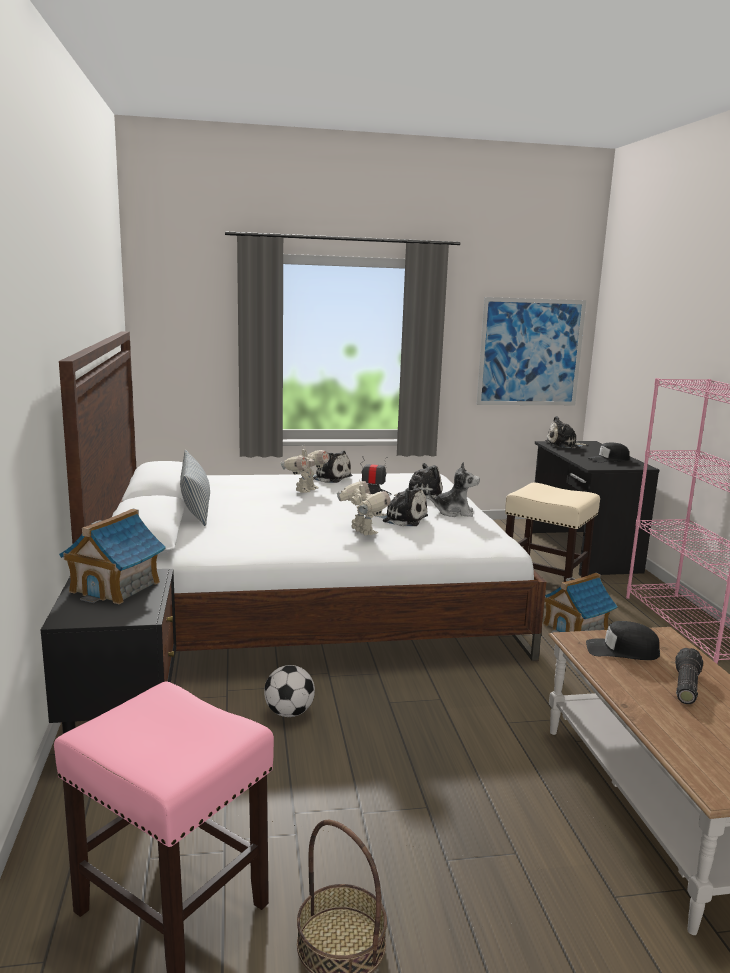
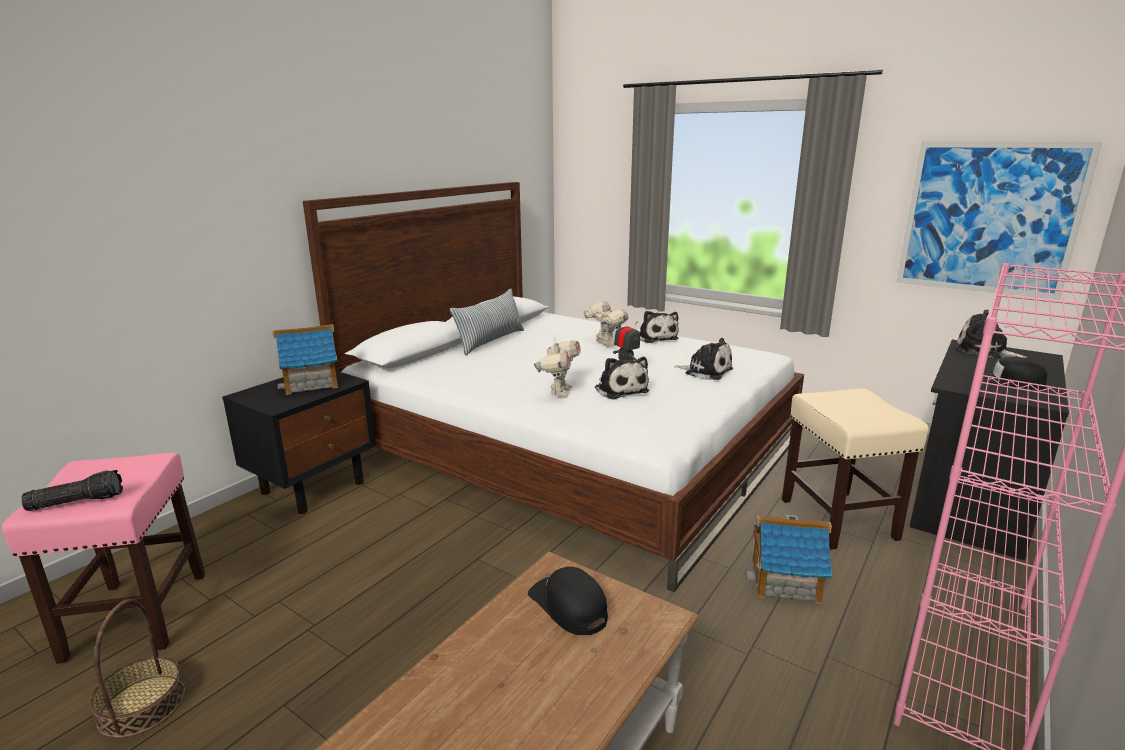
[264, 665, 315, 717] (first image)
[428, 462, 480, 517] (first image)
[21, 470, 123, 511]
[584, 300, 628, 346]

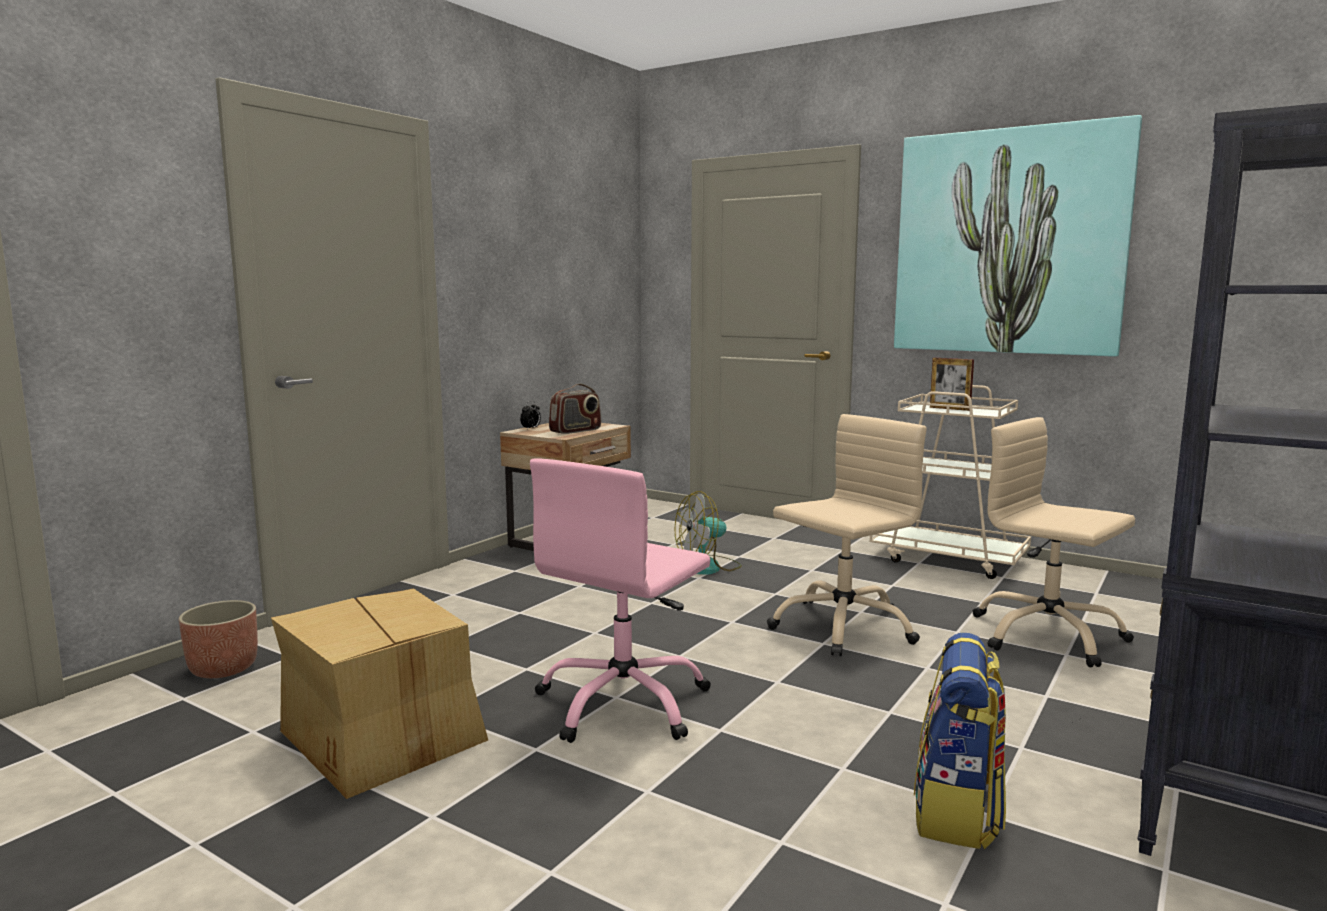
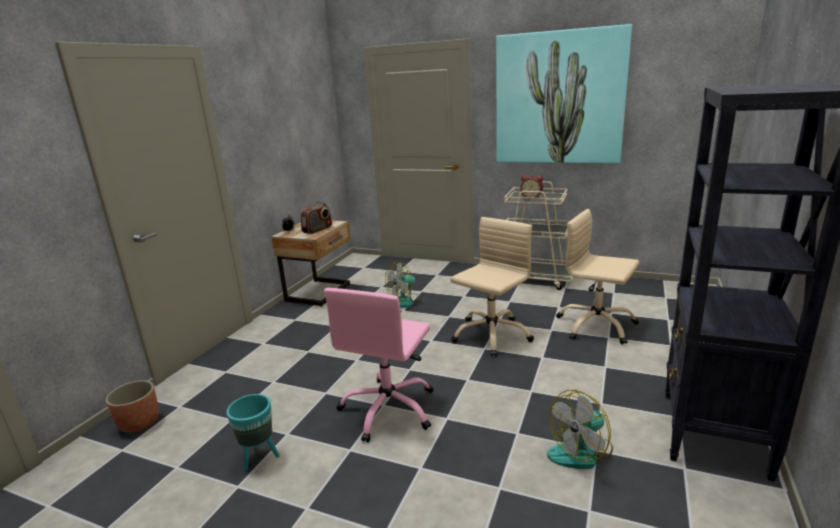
[226, 394, 280, 471]
[547, 390, 613, 469]
[521, 175, 543, 198]

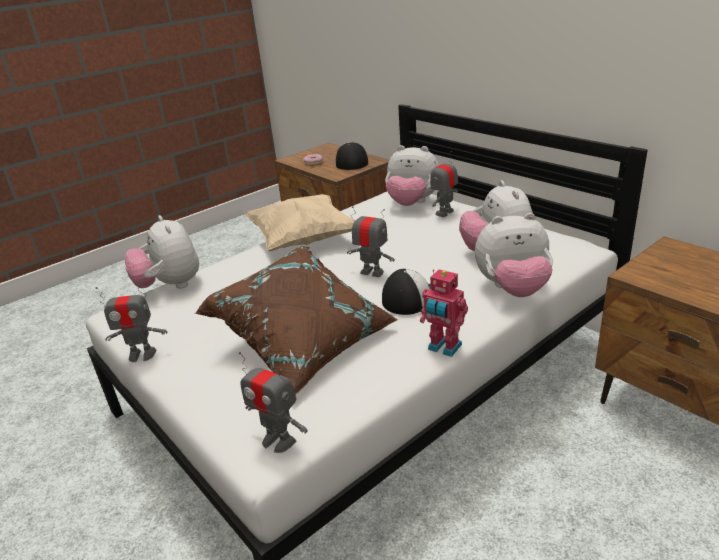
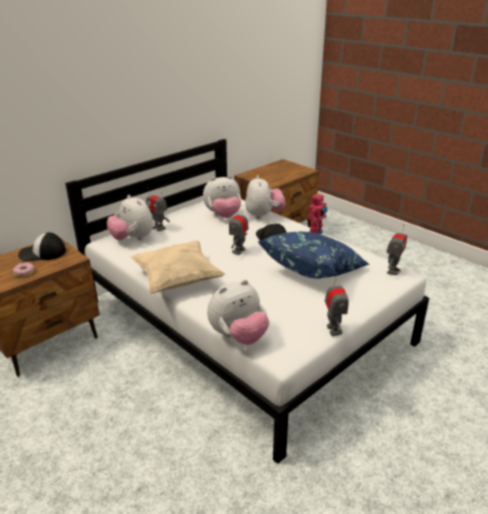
[259, 232, 370, 279]
[107, 195, 154, 240]

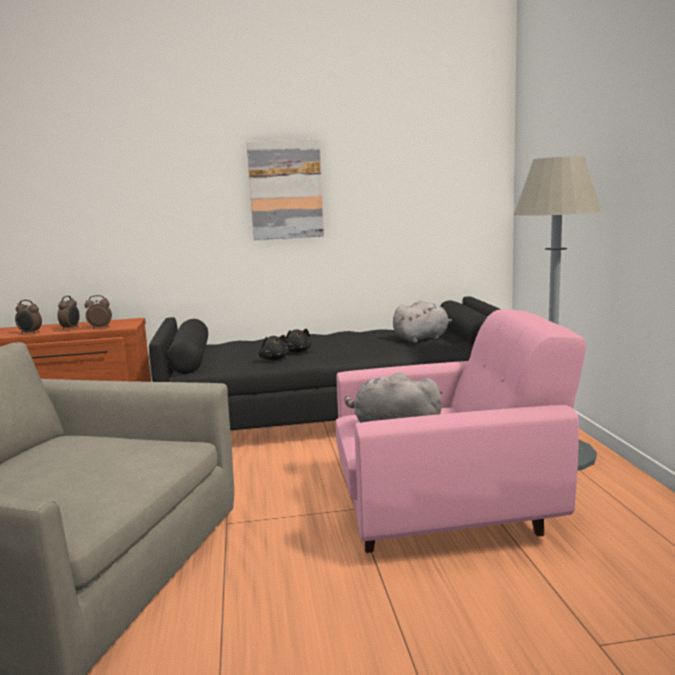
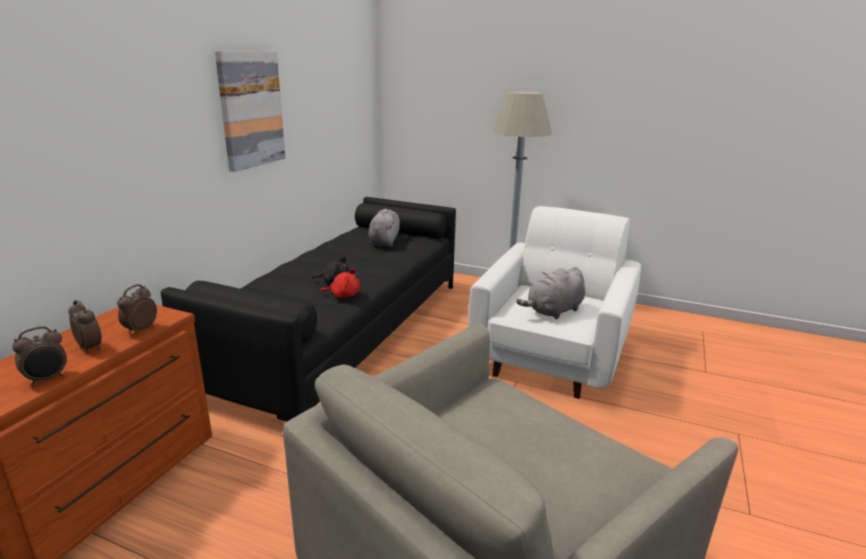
[319, 269, 361, 298]
[468, 206, 641, 399]

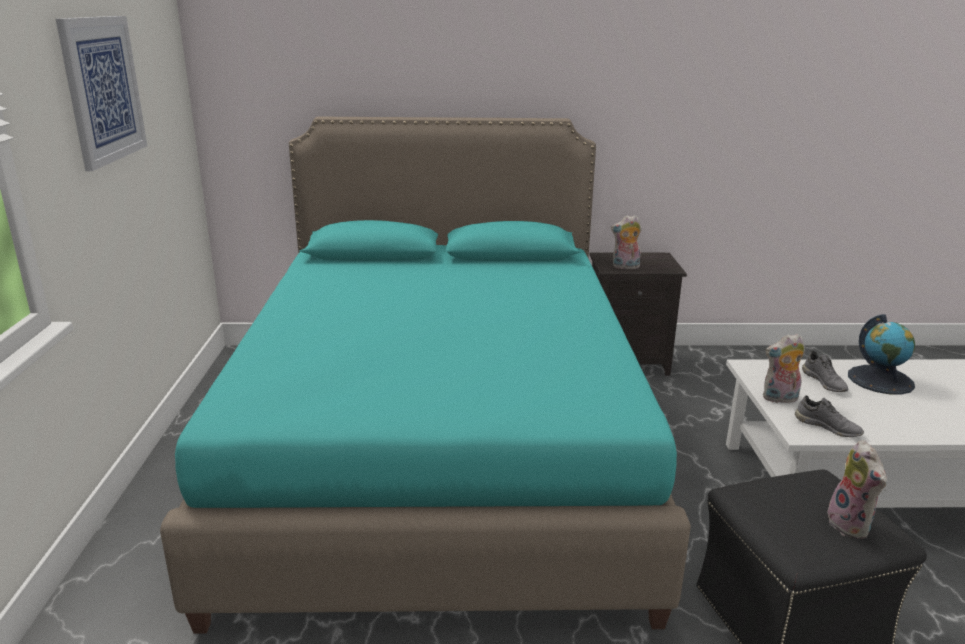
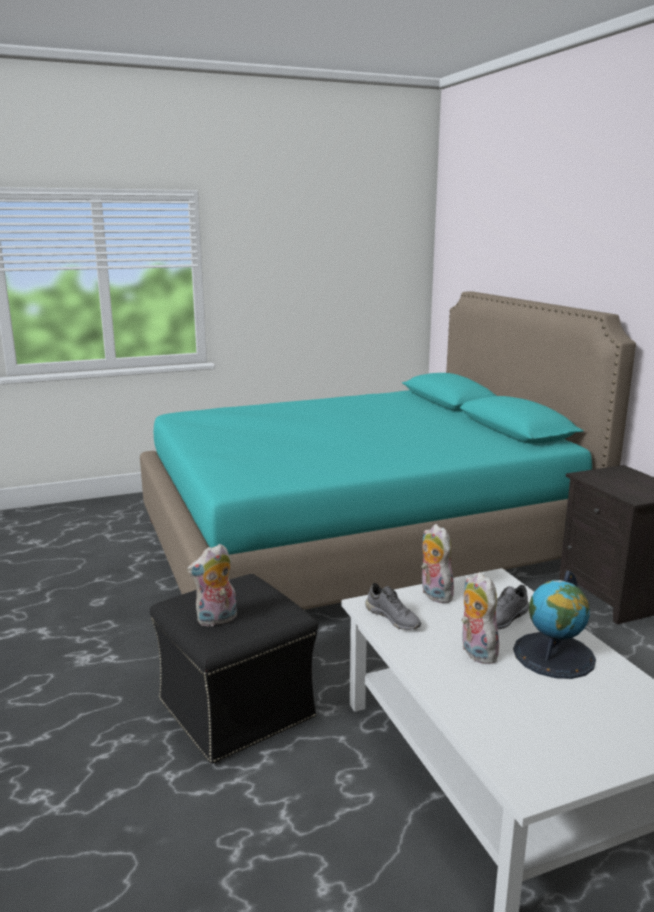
[56, 16, 147, 171] (first image)
[461, 572, 502, 664]
[365, 583, 421, 630]

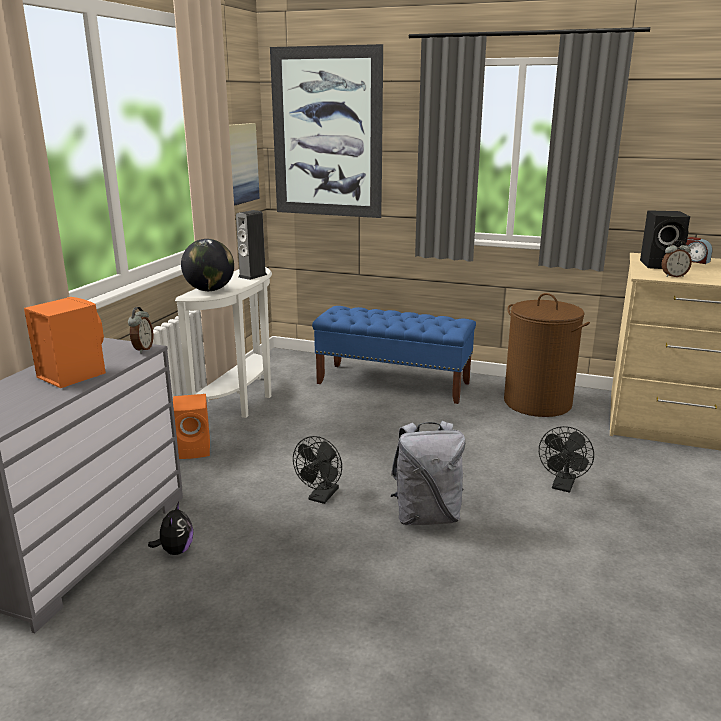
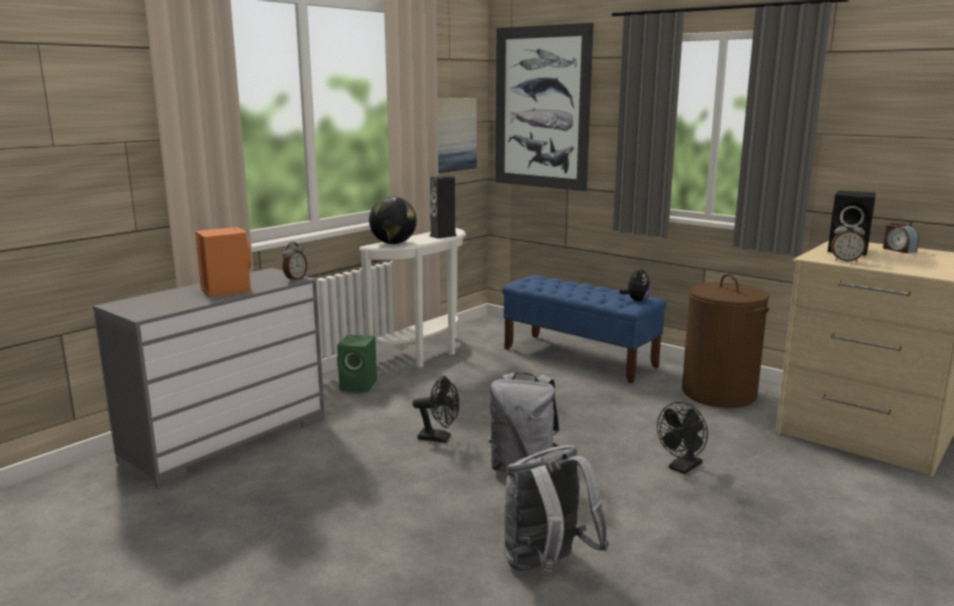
[504, 445, 609, 572]
[619, 266, 651, 301]
[337, 335, 377, 392]
[412, 376, 459, 443]

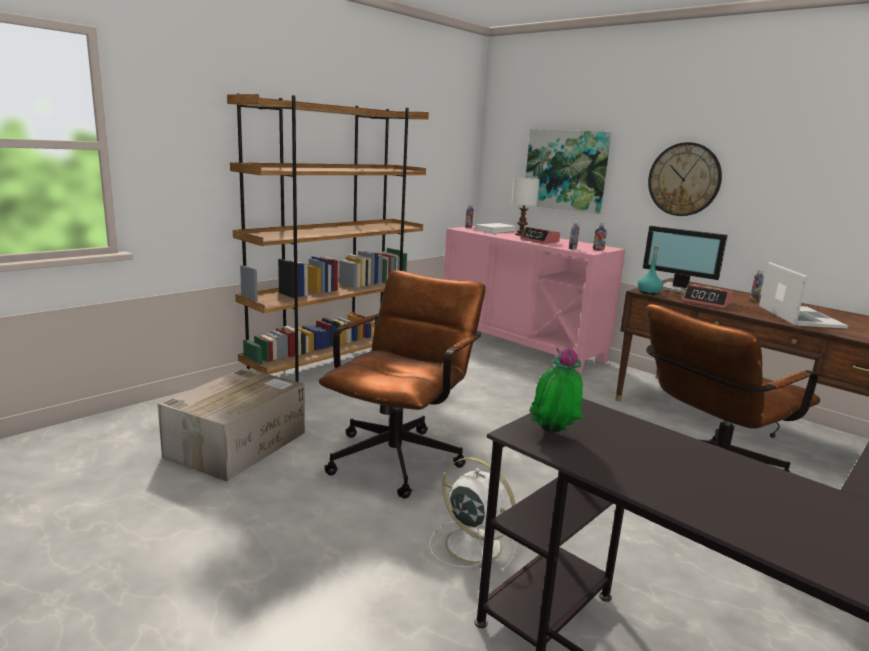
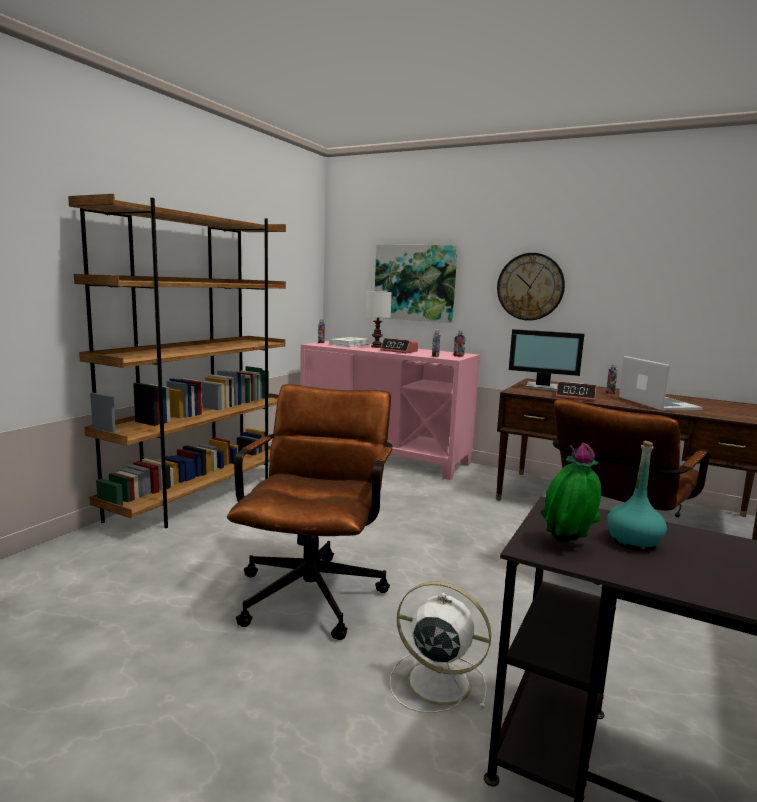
[158, 368, 305, 482] (first image)
[607, 440, 667, 551]

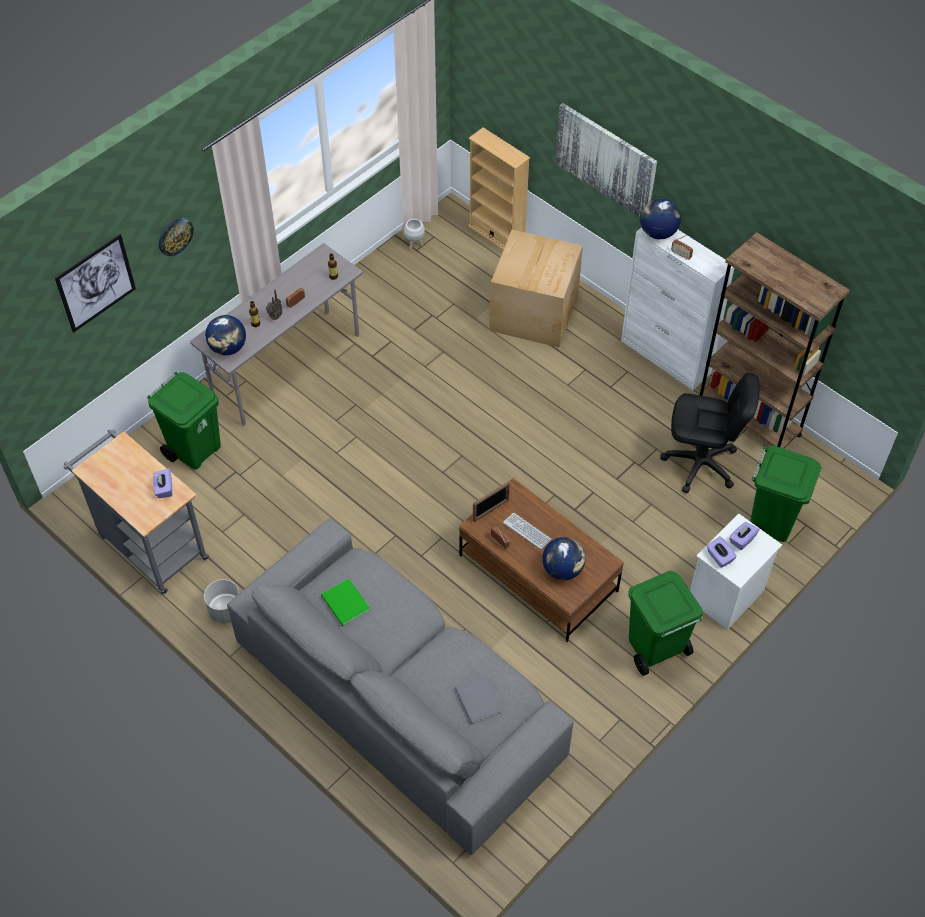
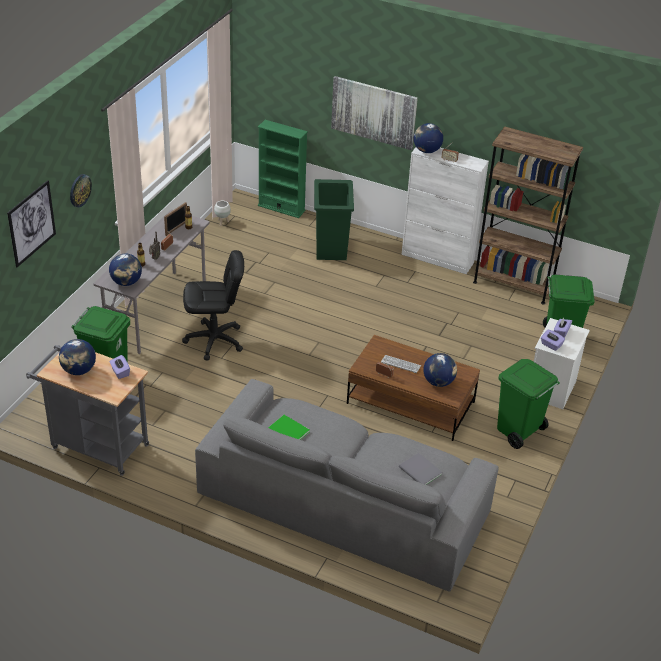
[204, 579, 239, 624] (first image)
[59, 339, 96, 375]
[164, 202, 187, 236]
[182, 250, 244, 361]
[314, 179, 354, 260]
[258, 120, 308, 218]

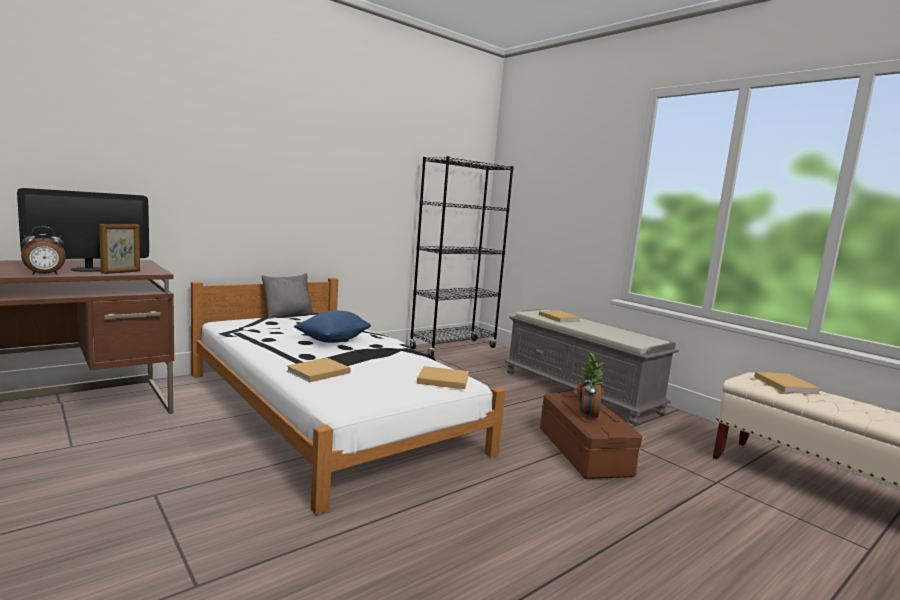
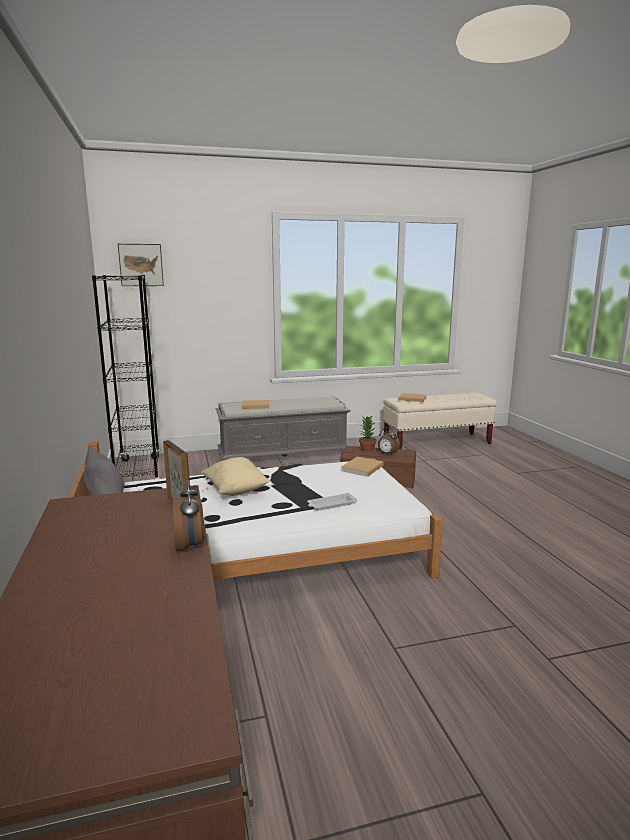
[17, 188, 149, 272] (first image)
[118, 244, 164, 286]
[307, 493, 357, 511]
[200, 457, 269, 496]

